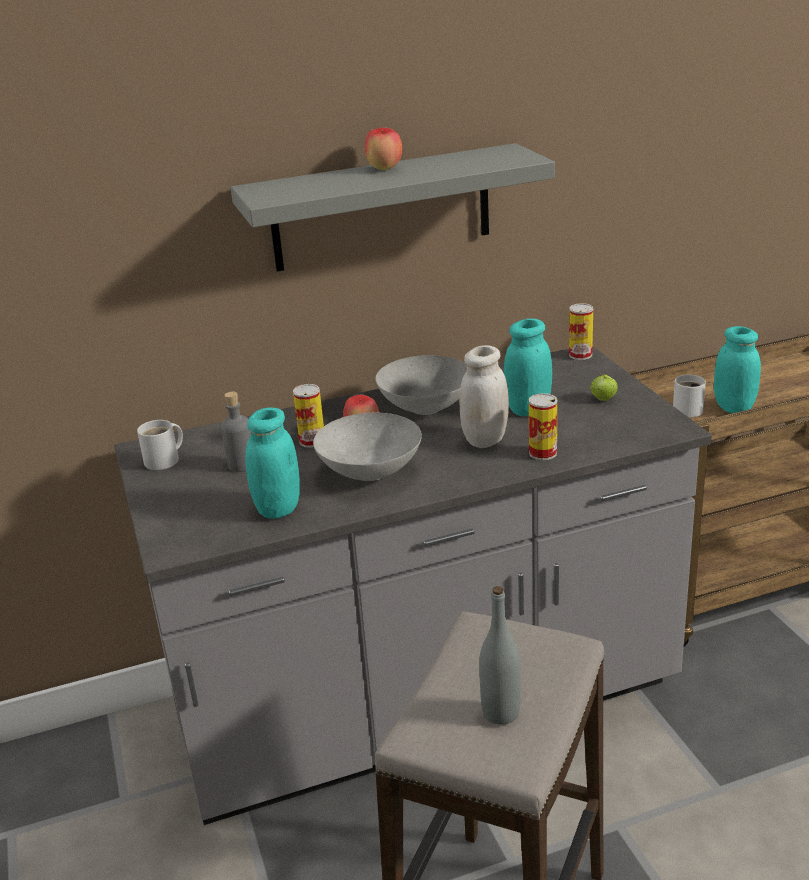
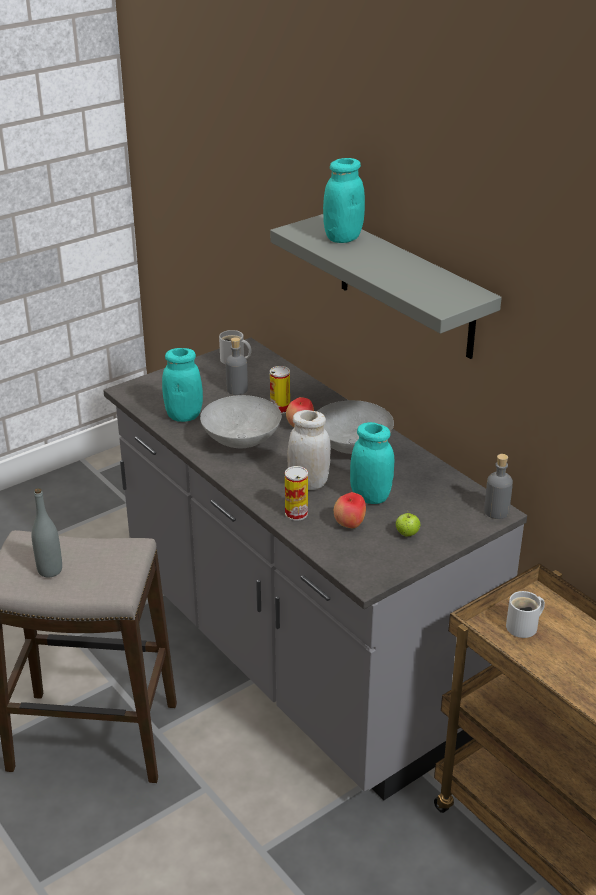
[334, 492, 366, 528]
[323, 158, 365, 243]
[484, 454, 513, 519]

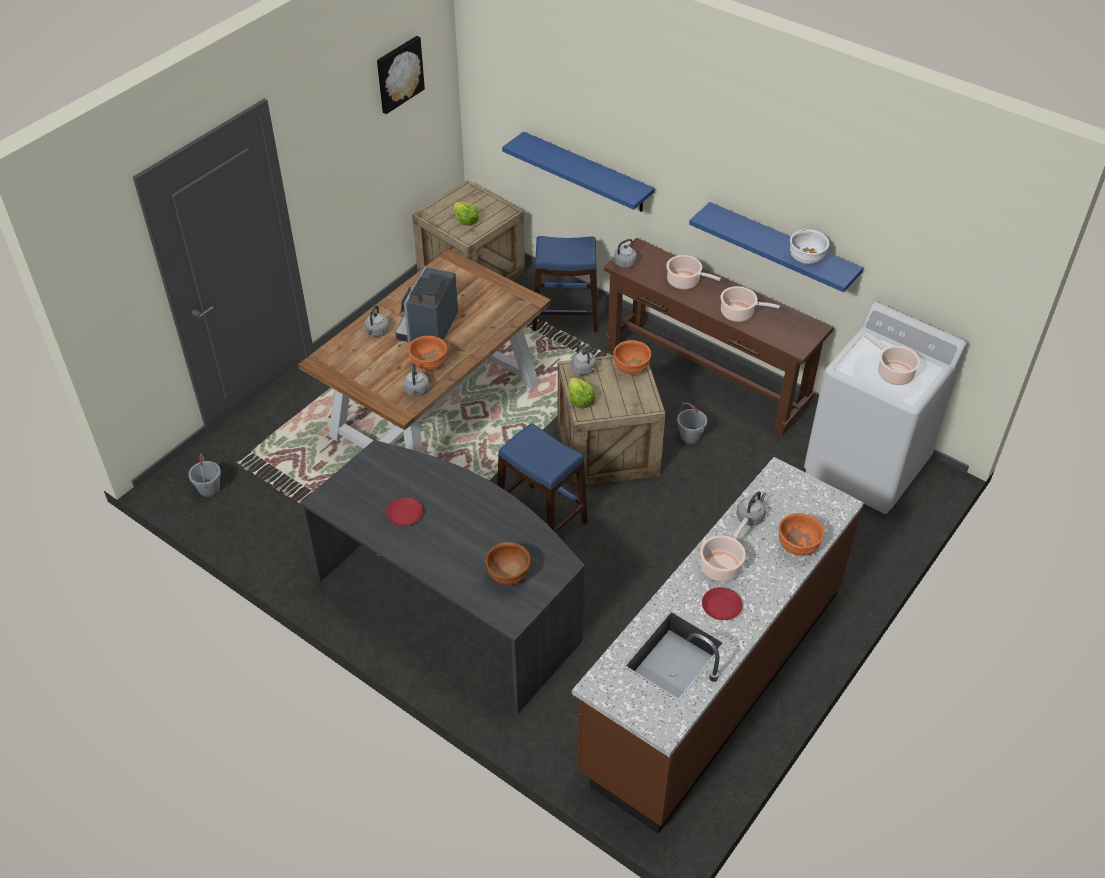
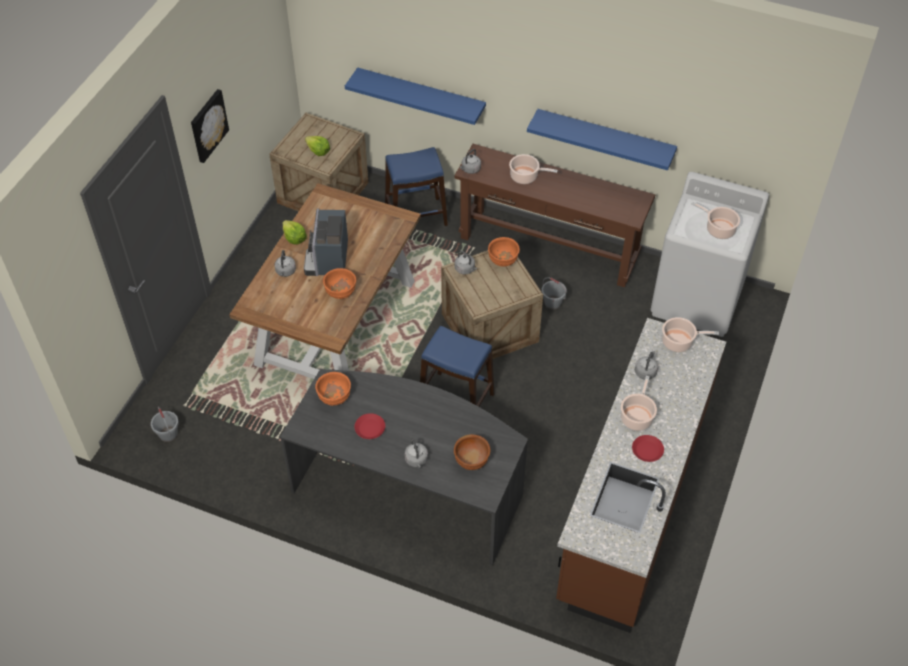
[790, 229, 829, 264] (first image)
[191, 89, 229, 163]
[404, 439, 428, 468]
[283, 220, 307, 245]
[662, 317, 719, 352]
[315, 372, 351, 406]

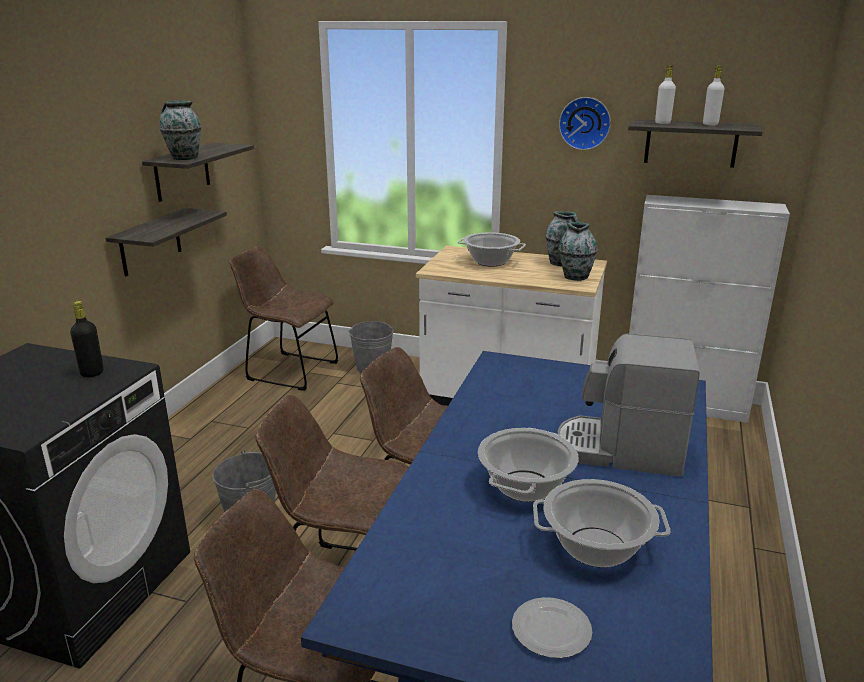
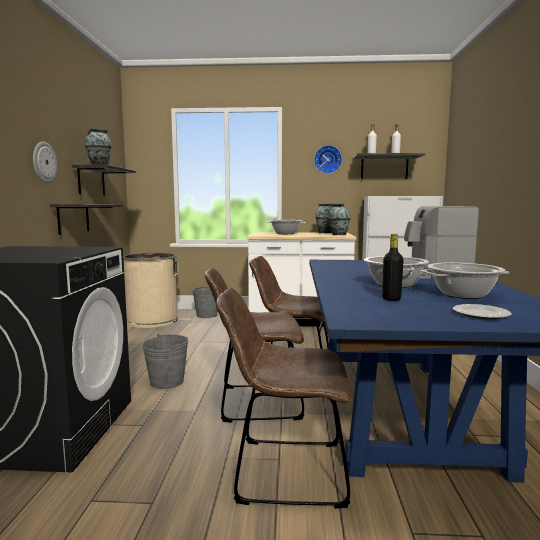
[33, 141, 57, 183]
[382, 234, 404, 301]
[122, 253, 179, 328]

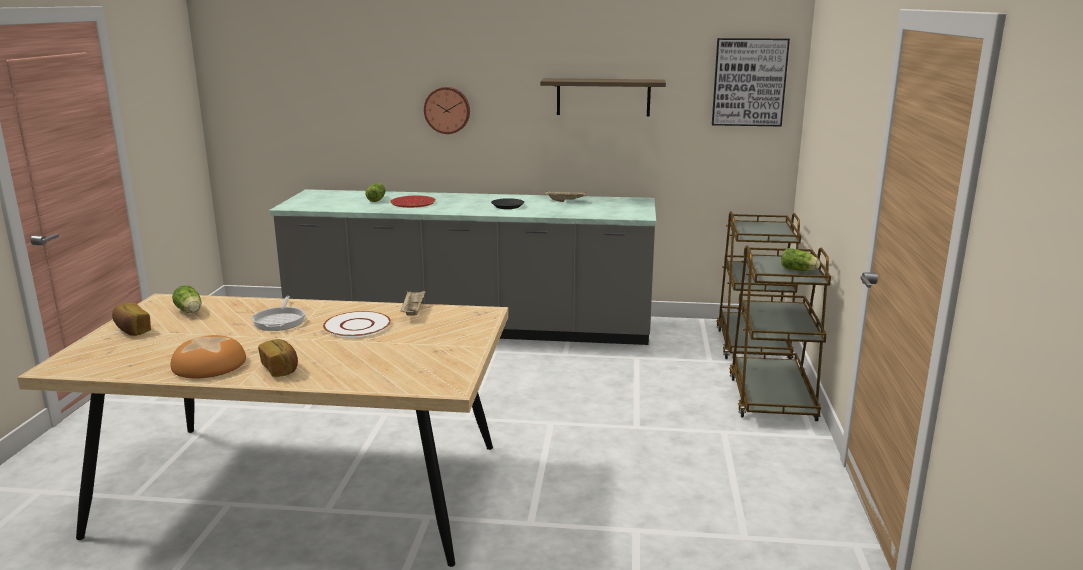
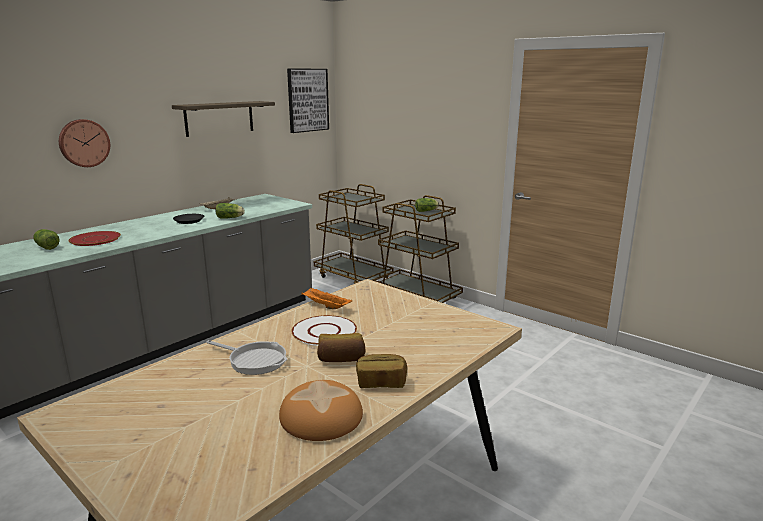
[317, 333, 365, 362]
[216, 203, 244, 219]
[301, 288, 352, 309]

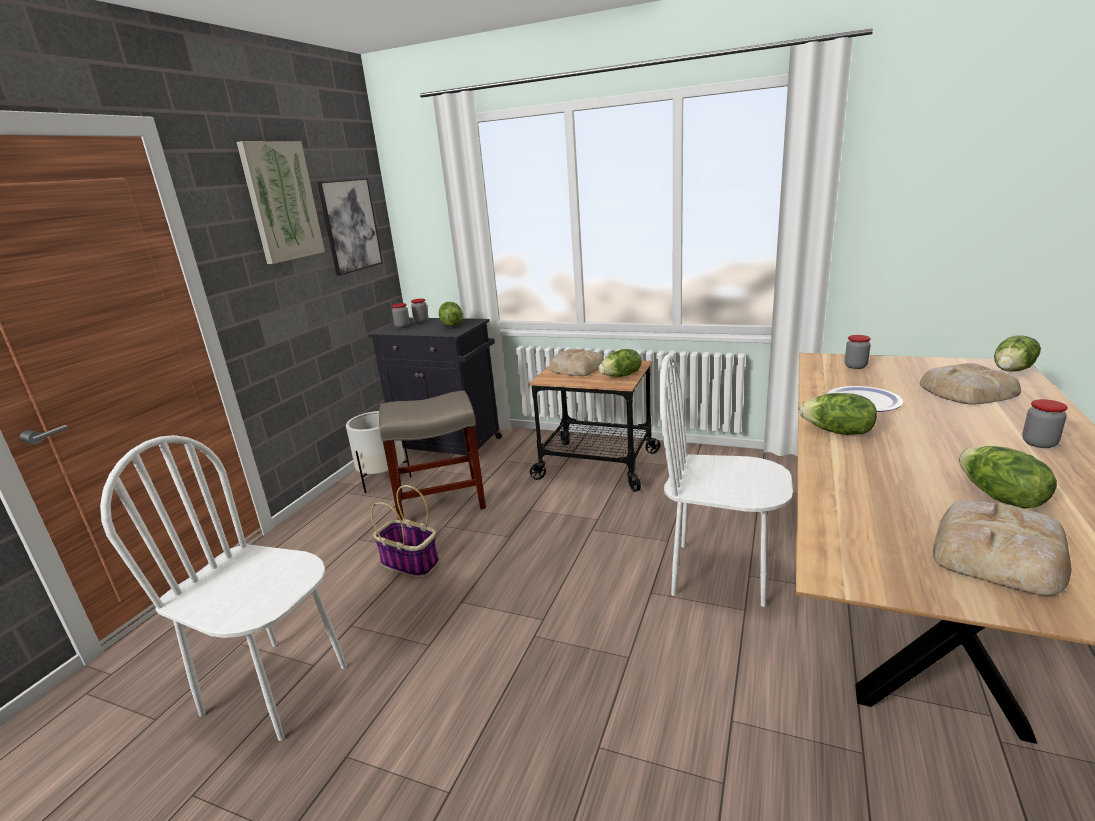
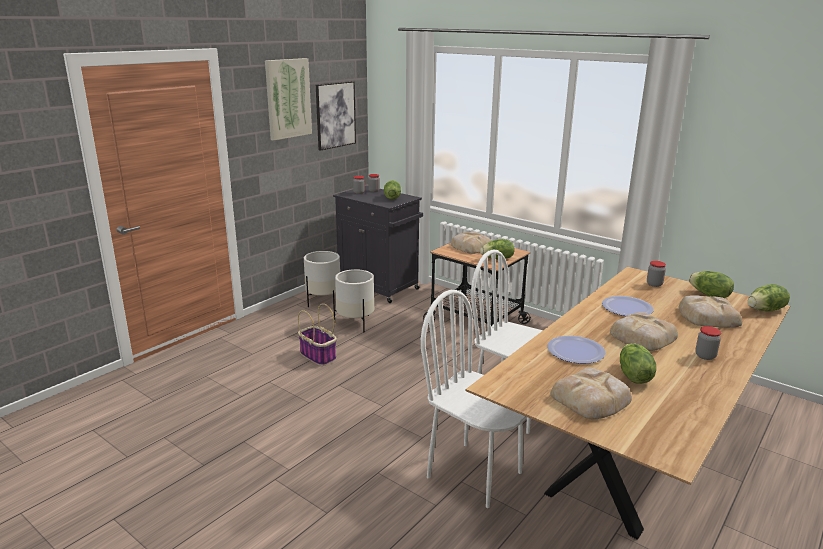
[547, 336, 606, 364]
[610, 312, 678, 351]
[421, 290, 528, 508]
[689, 271, 734, 298]
[333, 269, 374, 332]

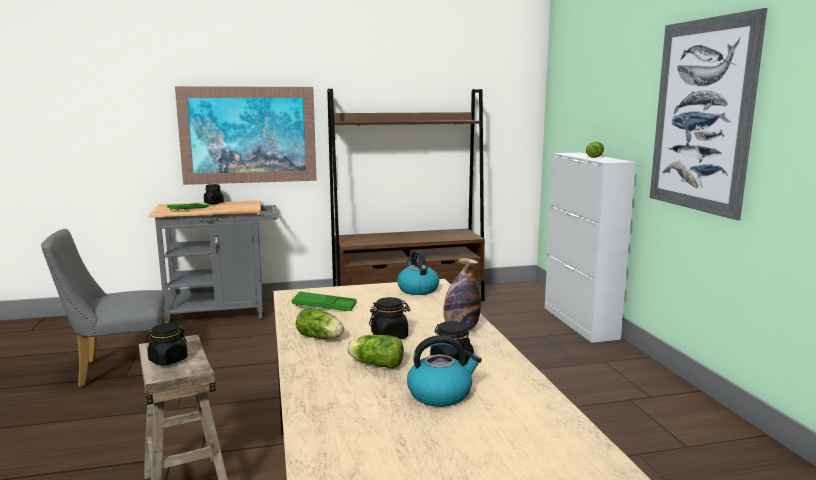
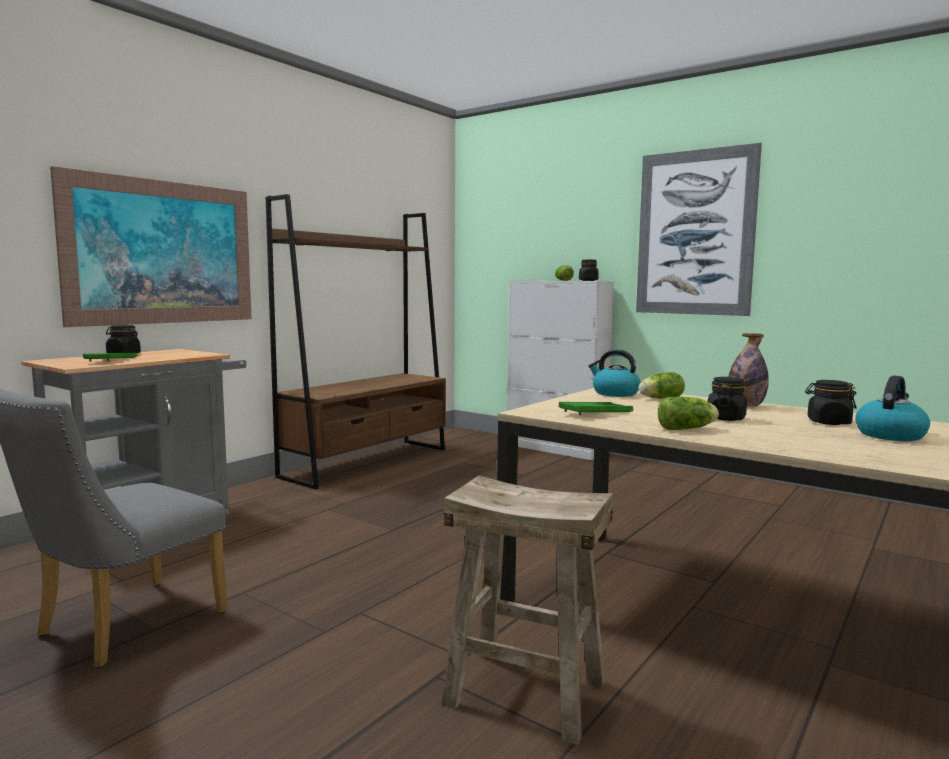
[579, 260, 599, 281]
[639, 372, 685, 399]

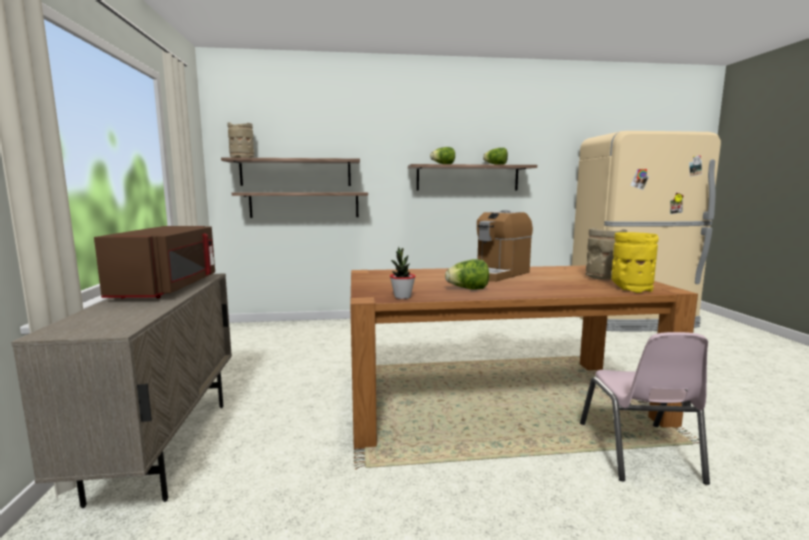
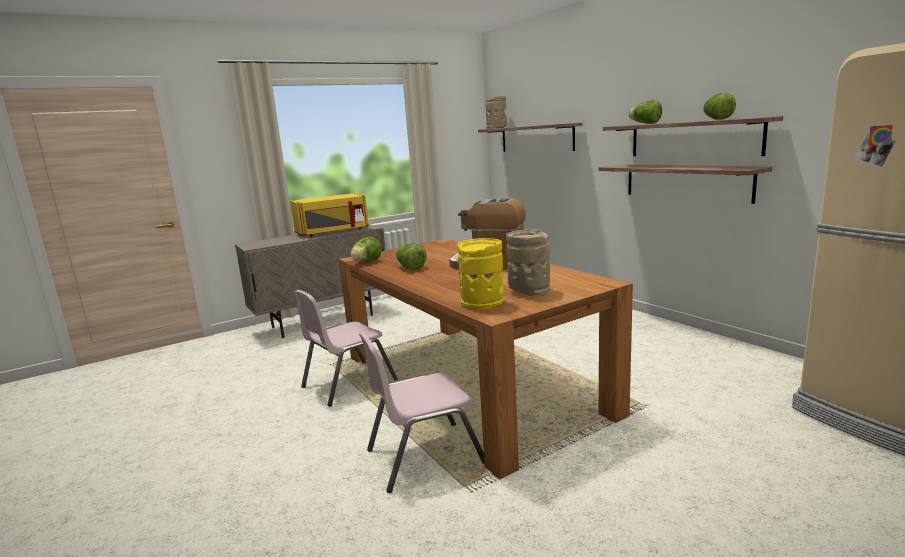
[294, 290, 398, 406]
[599, 164, 772, 204]
[350, 237, 382, 262]
[290, 193, 369, 237]

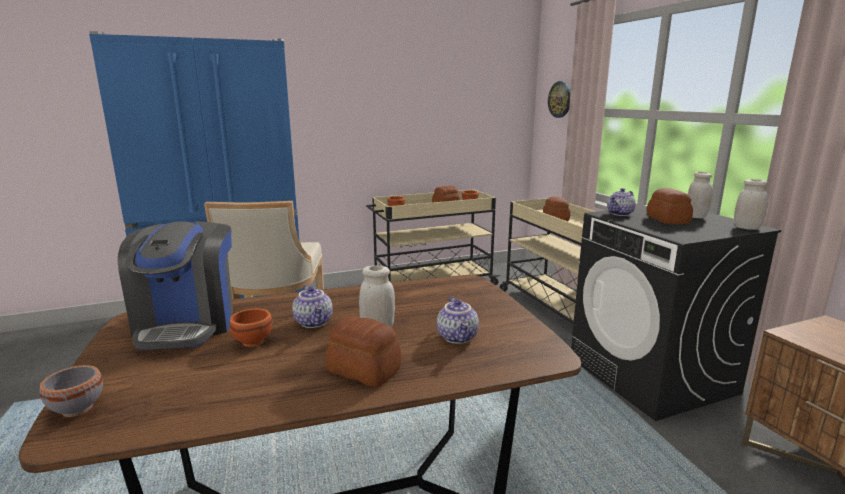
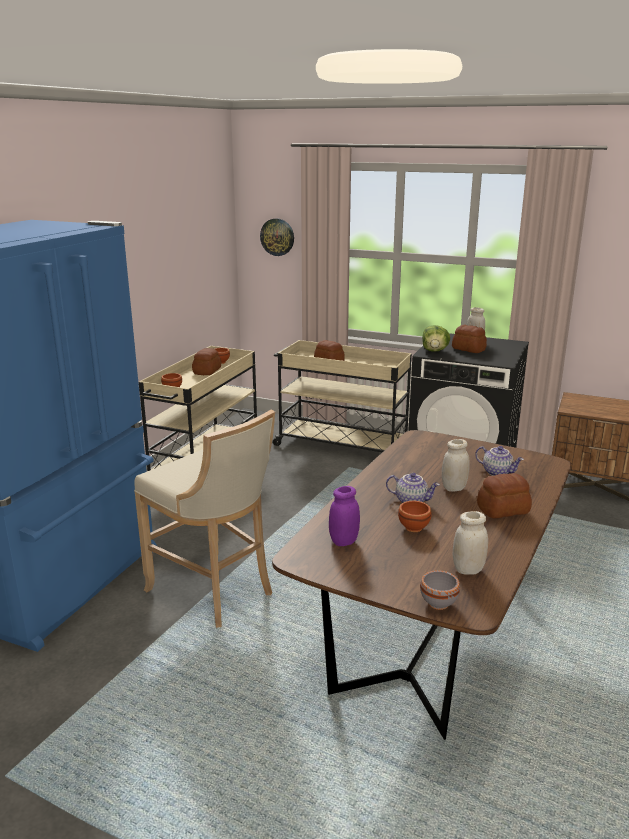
[453, 511, 488, 575]
[329, 486, 360, 546]
[422, 325, 450, 352]

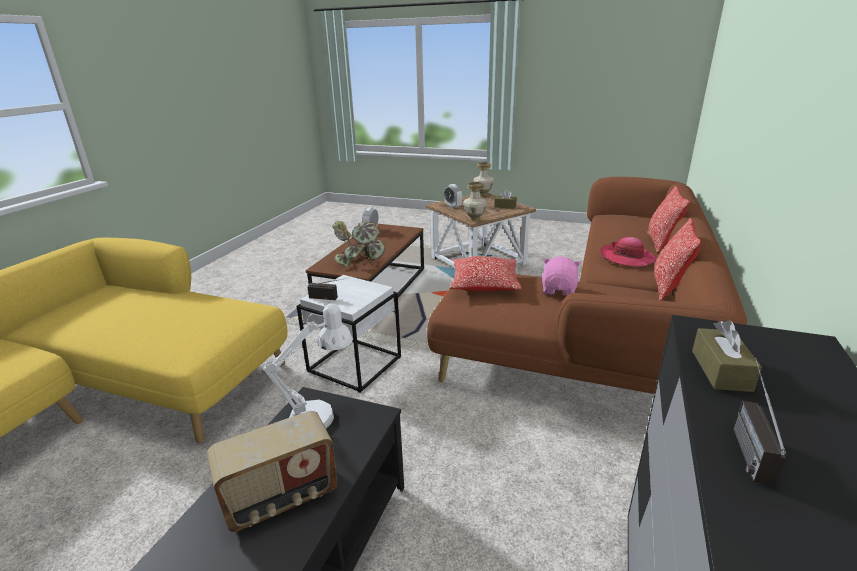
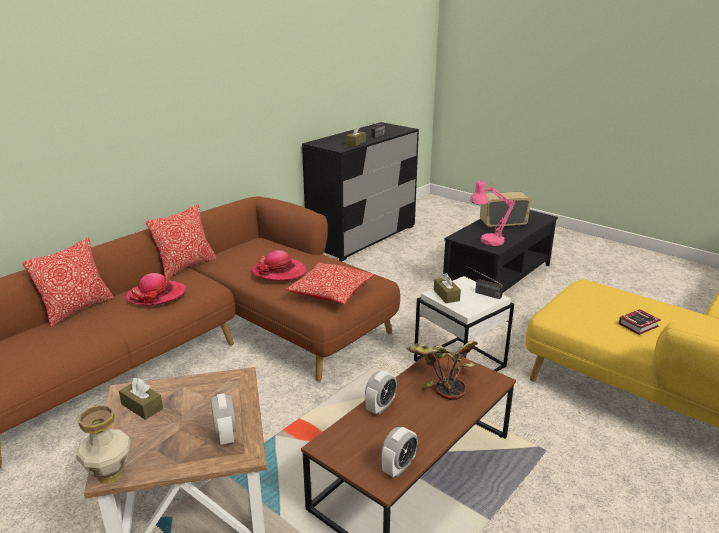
[463, 182, 487, 221] (first image)
[365, 370, 397, 415]
[434, 273, 461, 303]
[619, 309, 661, 335]
[252, 250, 306, 281]
[470, 180, 515, 246]

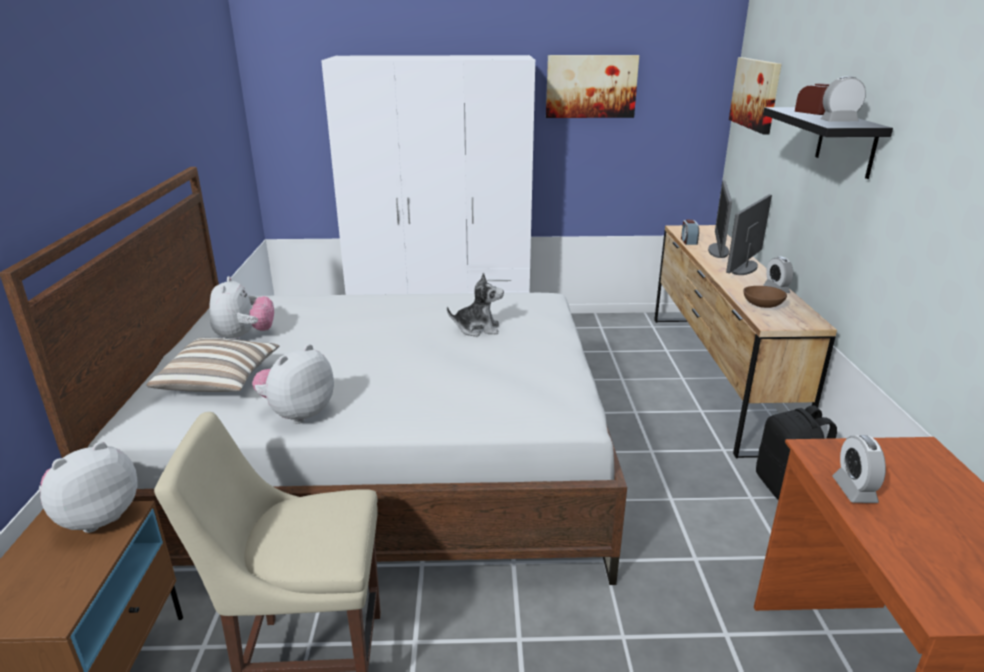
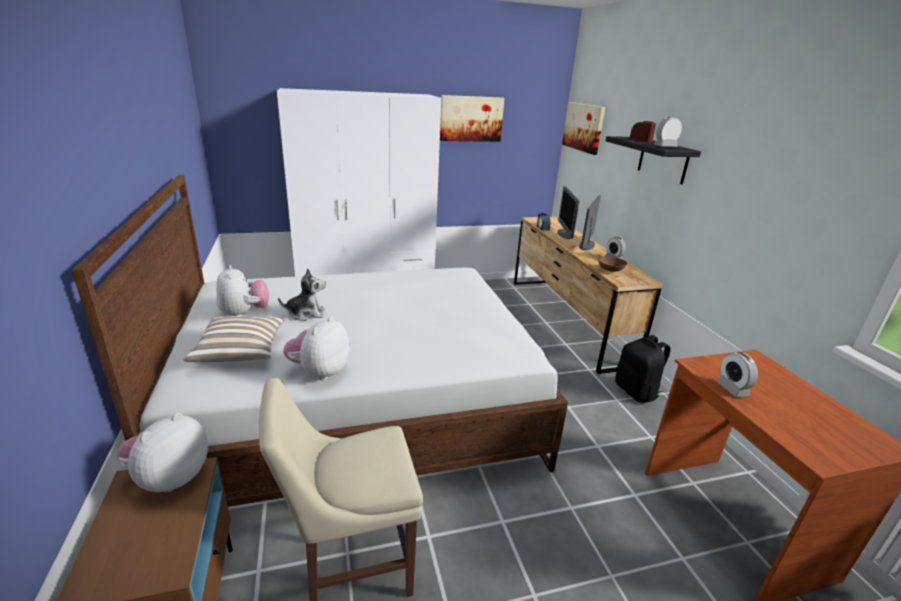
[278, 268, 326, 321]

